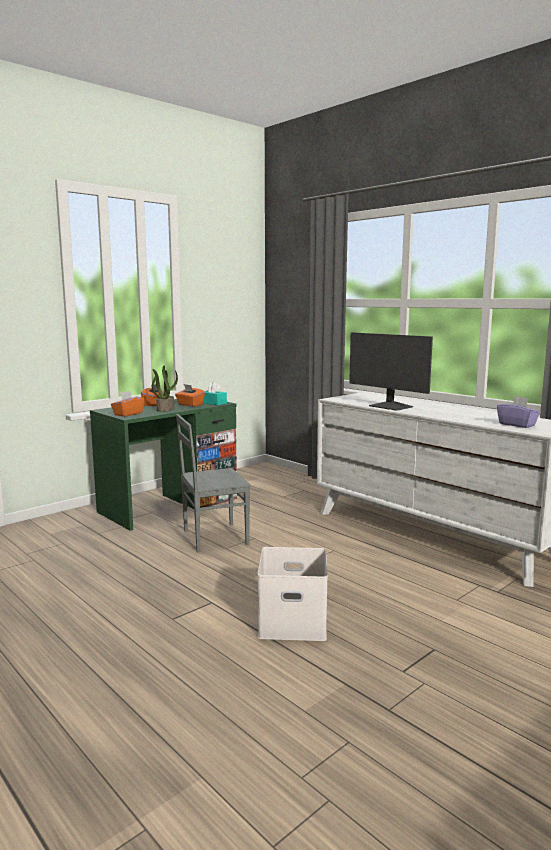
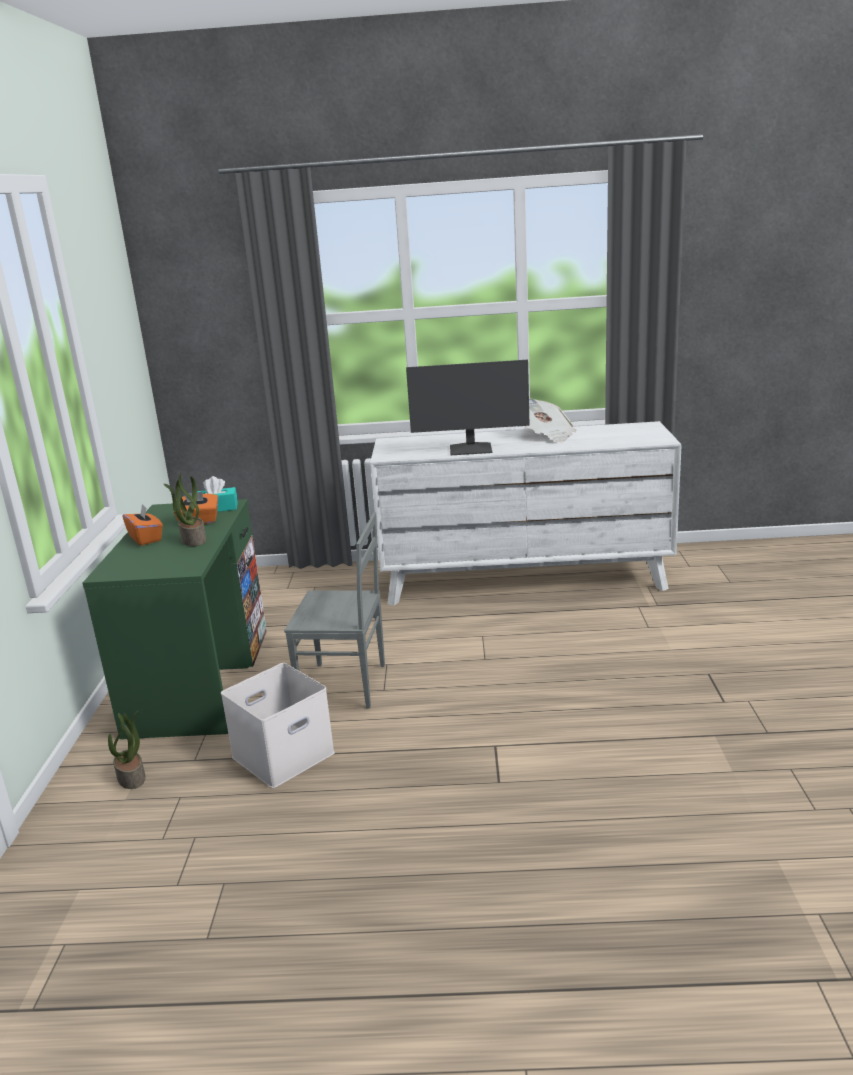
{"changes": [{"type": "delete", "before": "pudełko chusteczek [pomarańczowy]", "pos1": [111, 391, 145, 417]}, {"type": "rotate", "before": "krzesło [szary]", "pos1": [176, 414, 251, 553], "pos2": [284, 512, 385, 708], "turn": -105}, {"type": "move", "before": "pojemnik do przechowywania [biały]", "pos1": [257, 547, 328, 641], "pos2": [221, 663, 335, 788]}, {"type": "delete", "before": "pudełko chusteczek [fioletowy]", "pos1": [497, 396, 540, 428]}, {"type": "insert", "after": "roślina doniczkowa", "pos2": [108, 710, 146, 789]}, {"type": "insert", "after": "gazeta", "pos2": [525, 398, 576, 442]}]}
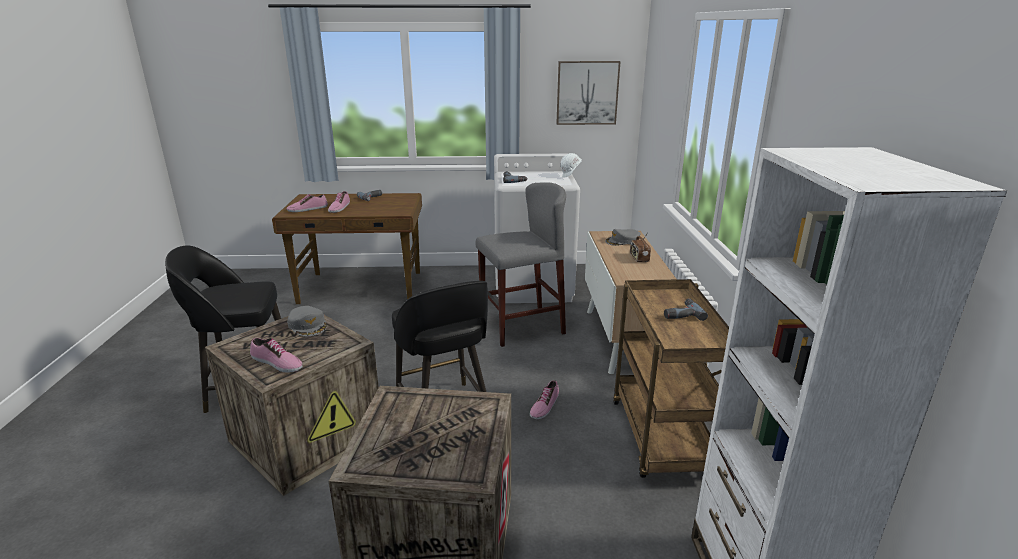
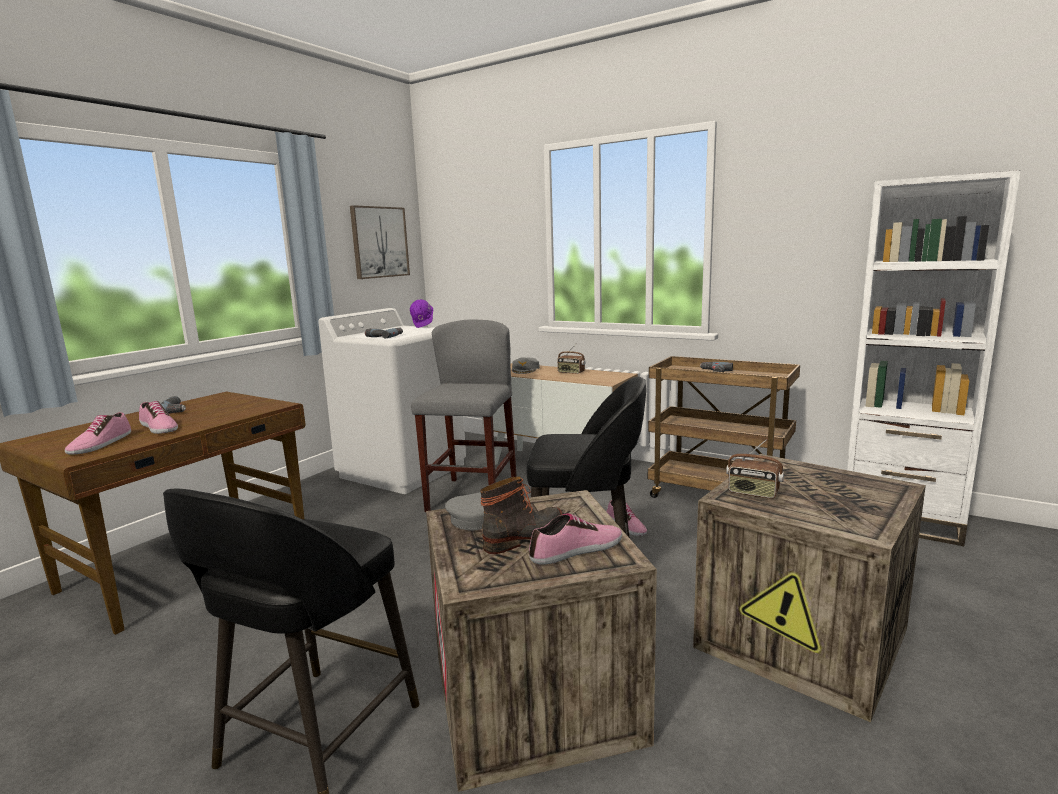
{"changes": [{"type": "recolor", "before": "kask [biały]", "after": "kask [fioletowy]", "pos1": [561, 153, 582, 178], "pos2": [410, 299, 433, 328]}, {"type": "insert", "after": "but z cholewką", "pos2": [480, 476, 562, 554]}, {"type": "insert", "after": "radio", "pos2": [726, 439, 784, 499]}]}
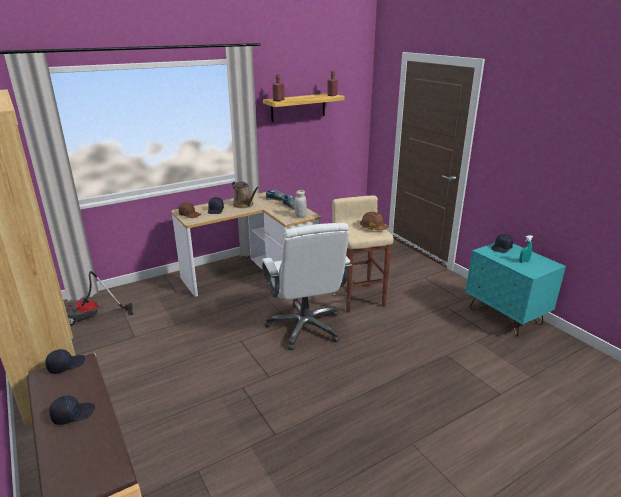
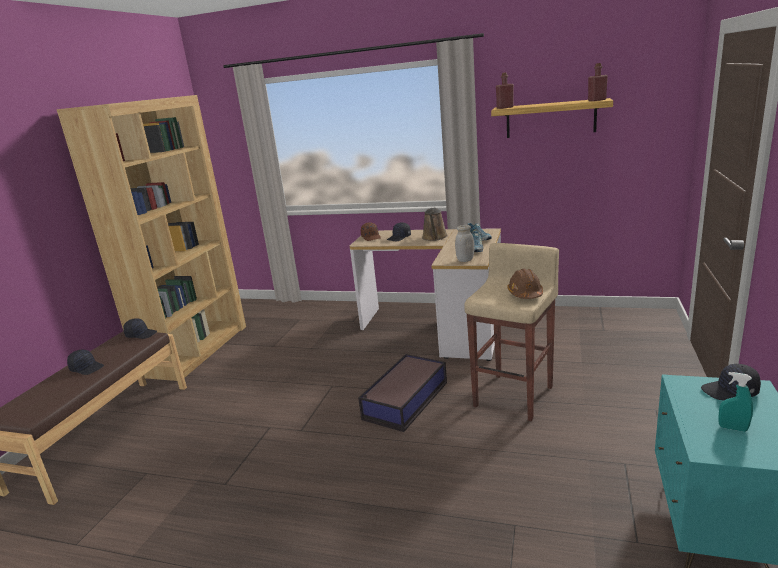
{"changes": [{"type": "delete", "before": "odkurzacz", "pos1": [65, 271, 133, 326]}, {"type": "replace", "before": "krzesło biurowe [biały]", "after": "pojemnik do przechowywania", "pos1": [262, 223, 352, 350], "pos2": [358, 354, 447, 432]}]}
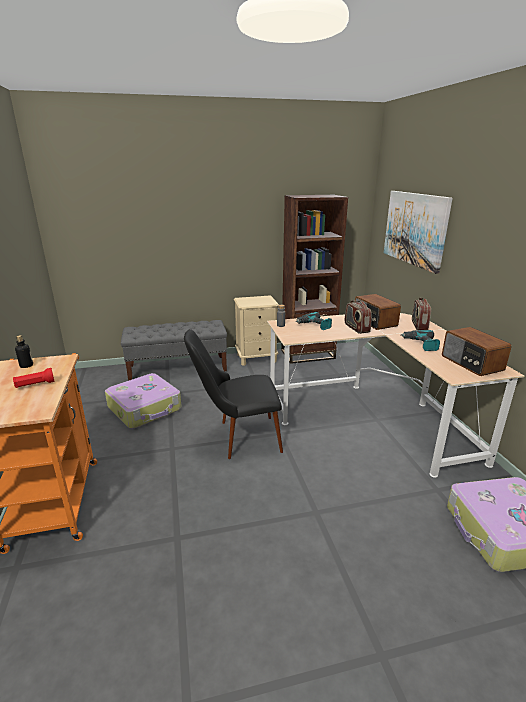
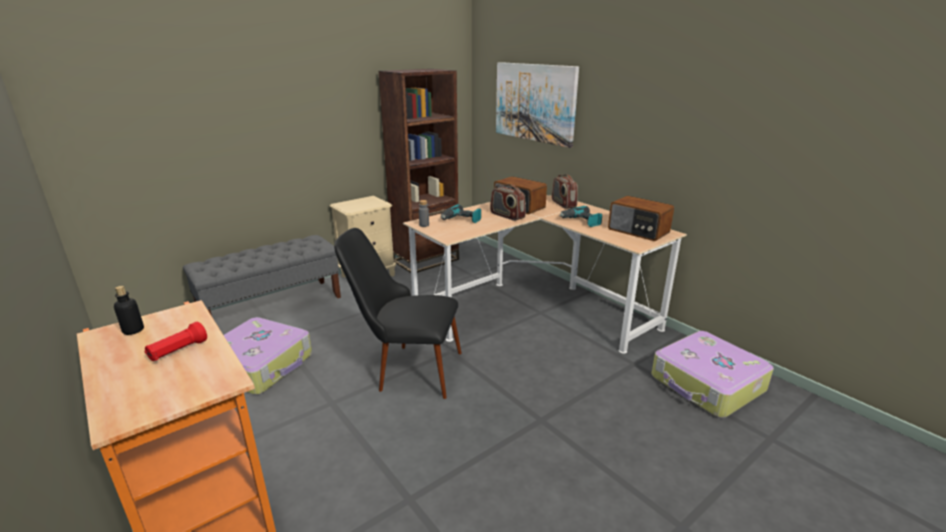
{"changes": [{"type": "rotate", "before": "krzesło [czarny]", "pos1": [184, 329, 283, 459], "pos2": [334, 228, 462, 399], "turn": 45}]}
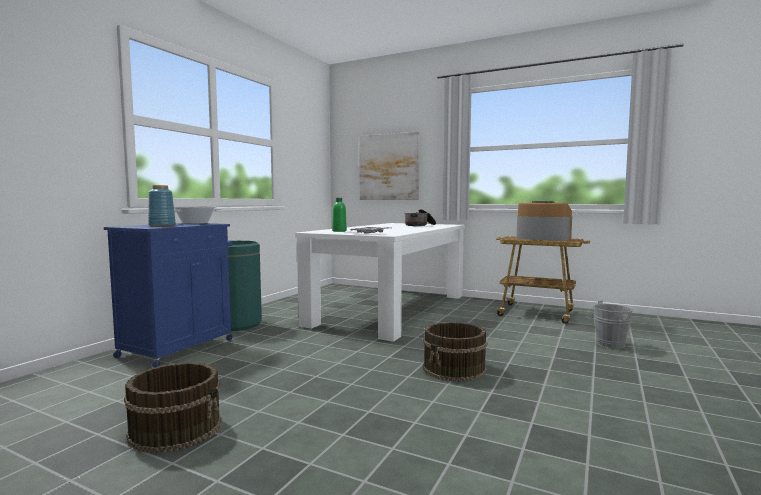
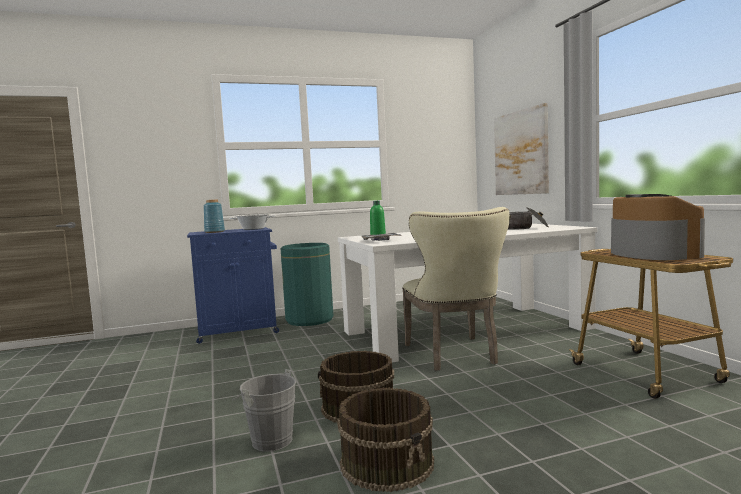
{"changes": [{"type": "move", "before": "wiadro [brązowy]", "pos1": [124, 362, 221, 453], "pos2": [337, 388, 434, 492]}, {"type": "move", "before": "wiadro [szary]", "pos1": [586, 300, 633, 349], "pos2": [233, 369, 296, 452]}, {"type": "insert", "after": "krzesło [beżowy]", "pos2": [402, 207, 510, 371]}]}
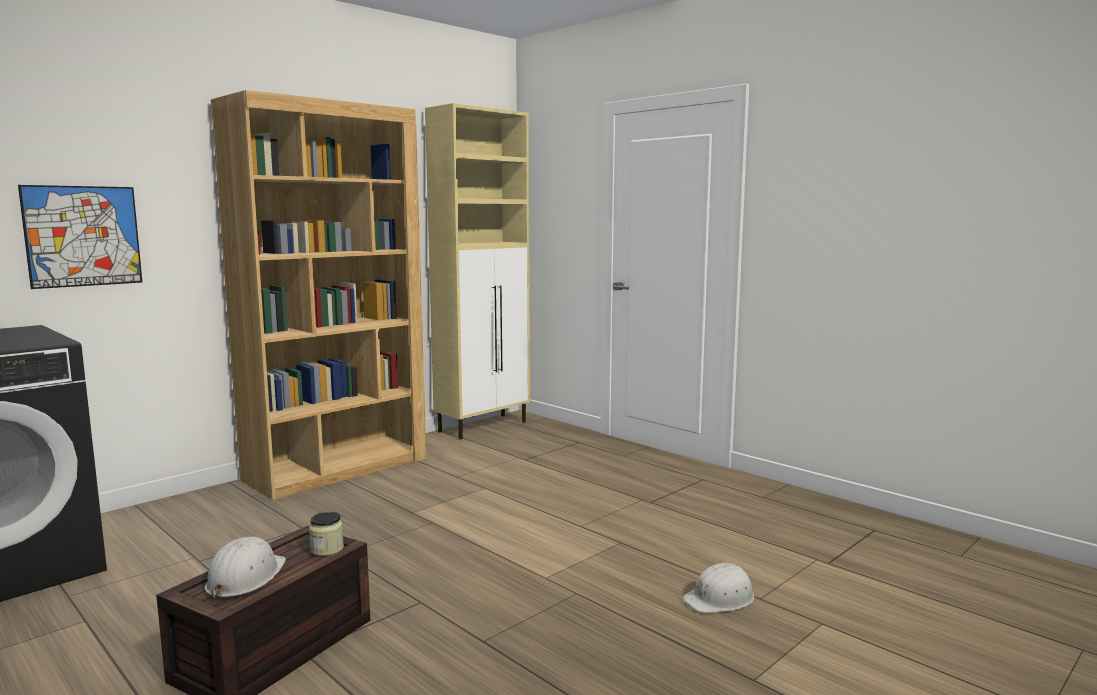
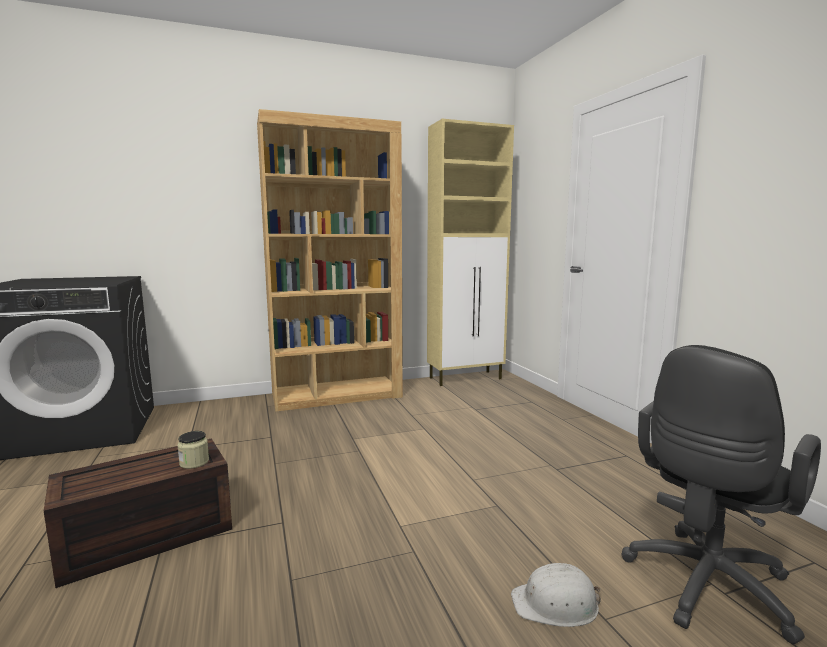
{"changes": [{"type": "delete", "before": "obraz", "pos1": [18, 185, 143, 289]}, {"type": "delete", "before": "kask [biały]", "pos1": [205, 537, 286, 600]}, {"type": "insert", "after": "krzesło biurowe [czarny]", "pos2": [621, 345, 821, 644]}]}
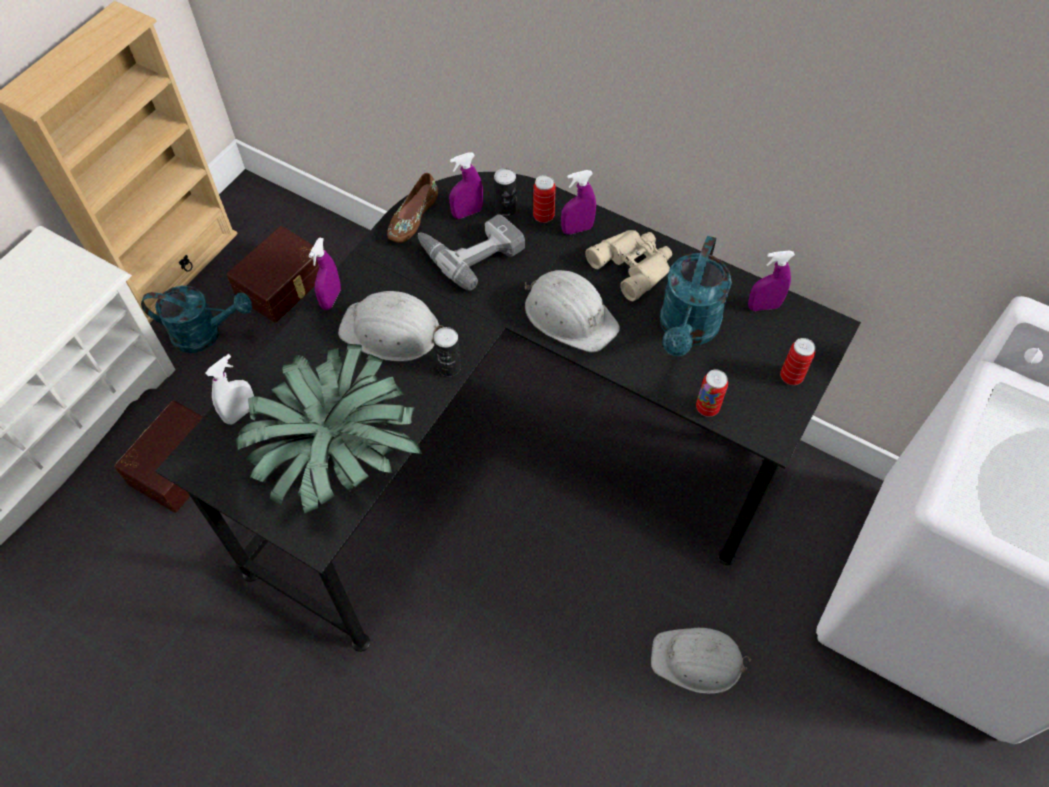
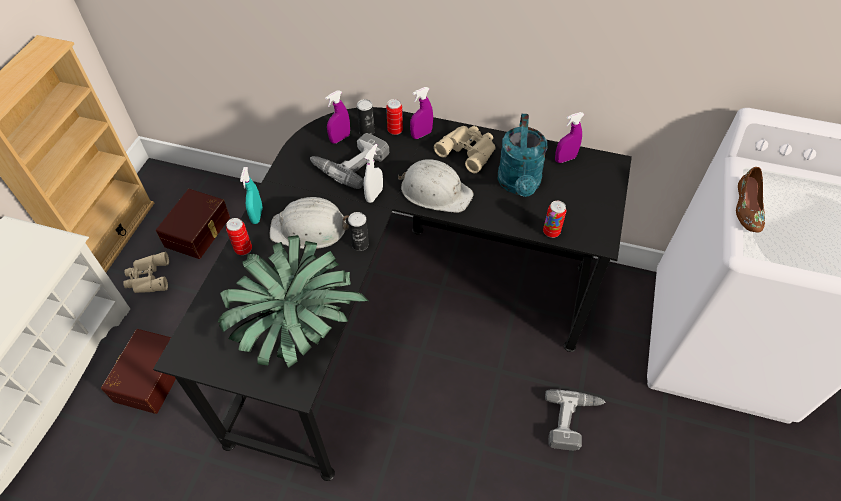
{"changes": [{"type": "replace", "before": "konewka [turkusowy]", "after": "lornetka [beżowy]", "pos1": [141, 286, 252, 353], "pos2": [123, 252, 169, 293]}, {"type": "move", "before": "spryskiwacz [biały]", "pos1": [205, 354, 254, 424], "pos2": [364, 144, 383, 203]}, {"type": "recolor", "before": "spryskiwacz [fioletowy]", "after": "spryskiwacz [turkusowy]", "pos1": [309, 237, 341, 310], "pos2": [240, 167, 263, 224]}, {"type": "move", "before": "but [brązowy]", "pos1": [387, 173, 438, 243], "pos2": [736, 167, 765, 233]}, {"type": "replace", "before": "kask [biały]", "after": "wiertarka", "pos1": [651, 628, 751, 694], "pos2": [545, 389, 605, 450]}, {"type": "move", "before": "puszka", "pos1": [780, 338, 815, 385], "pos2": [226, 218, 252, 255]}]}
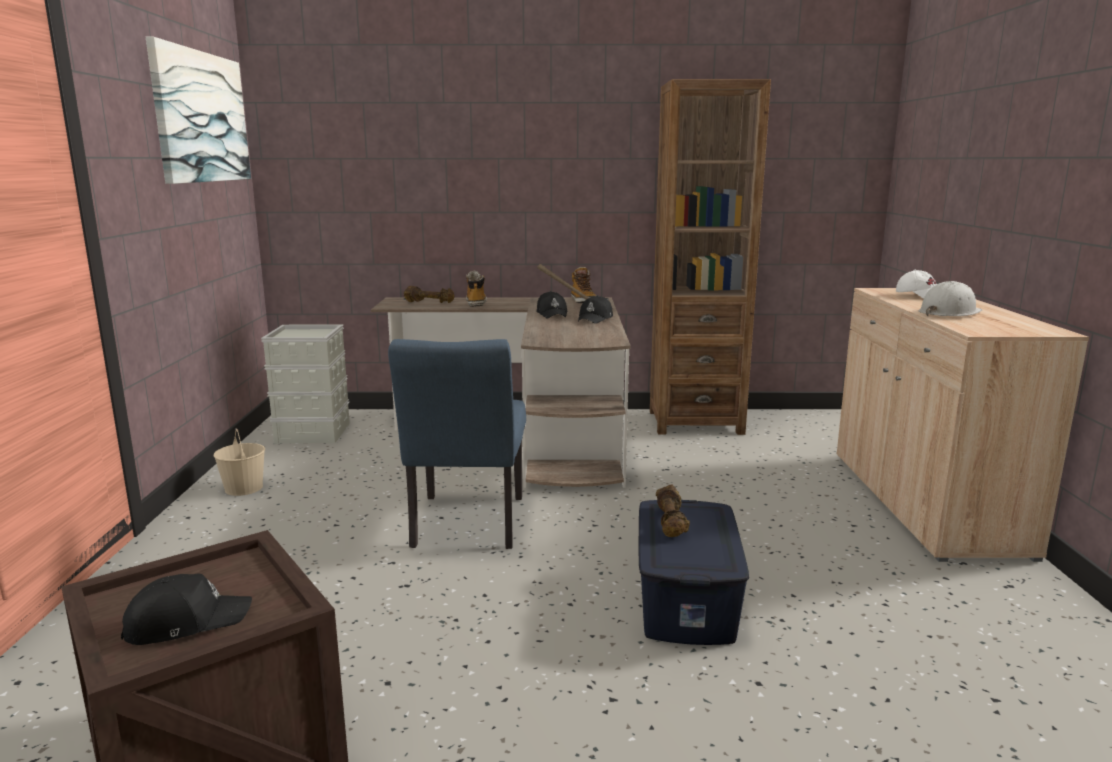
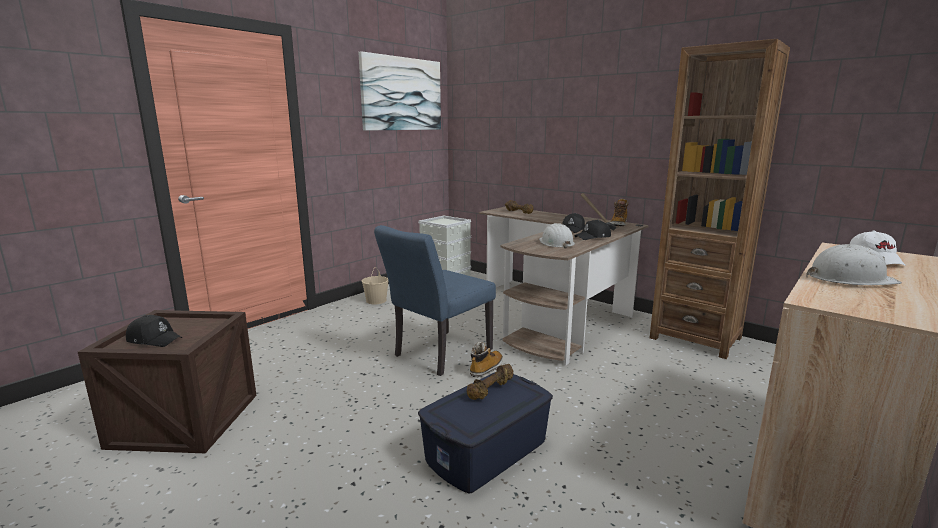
{"changes": [{"type": "move", "before": "but z cholewką", "pos1": [466, 271, 487, 307], "pos2": [470, 342, 503, 378]}, {"type": "insert", "after": "kask [biały]", "pos2": [539, 223, 575, 249]}]}
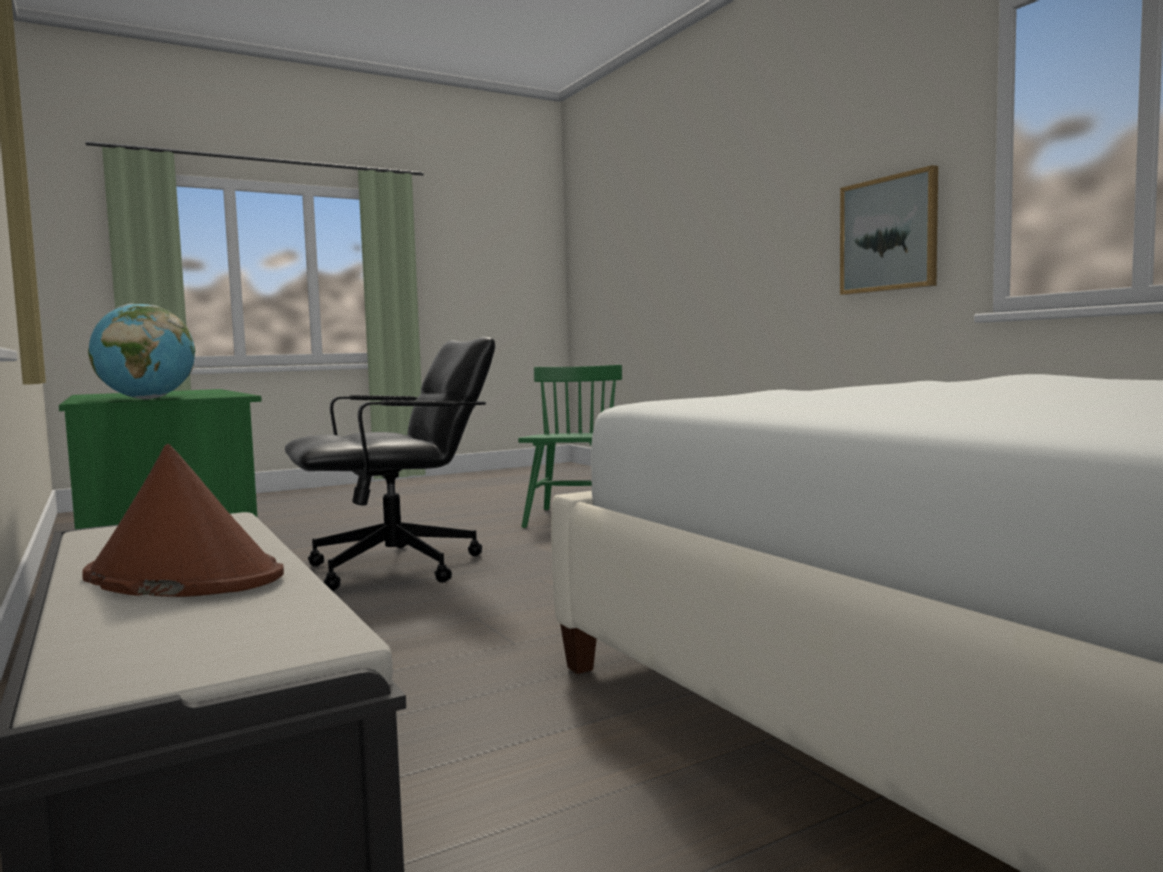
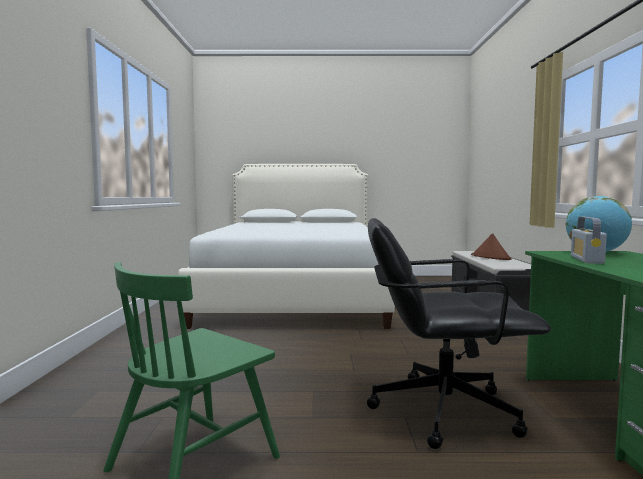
{"changes": [{"type": "delete", "before": "obraz", "pos1": [840, 165, 938, 295]}, {"type": "insert", "after": "radio", "pos2": [571, 217, 607, 264]}]}
